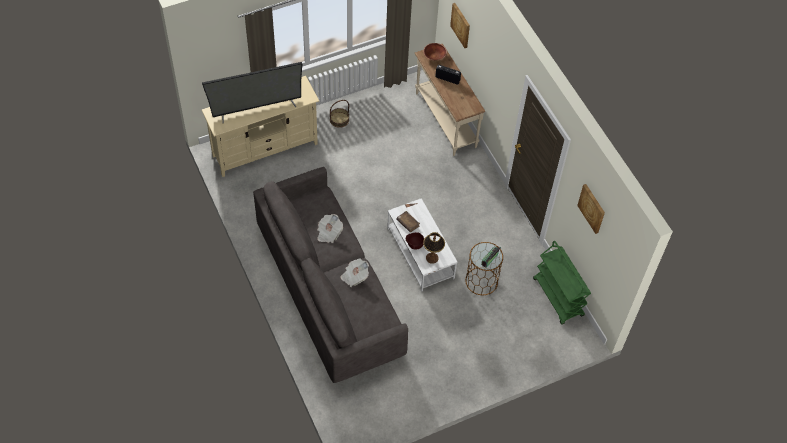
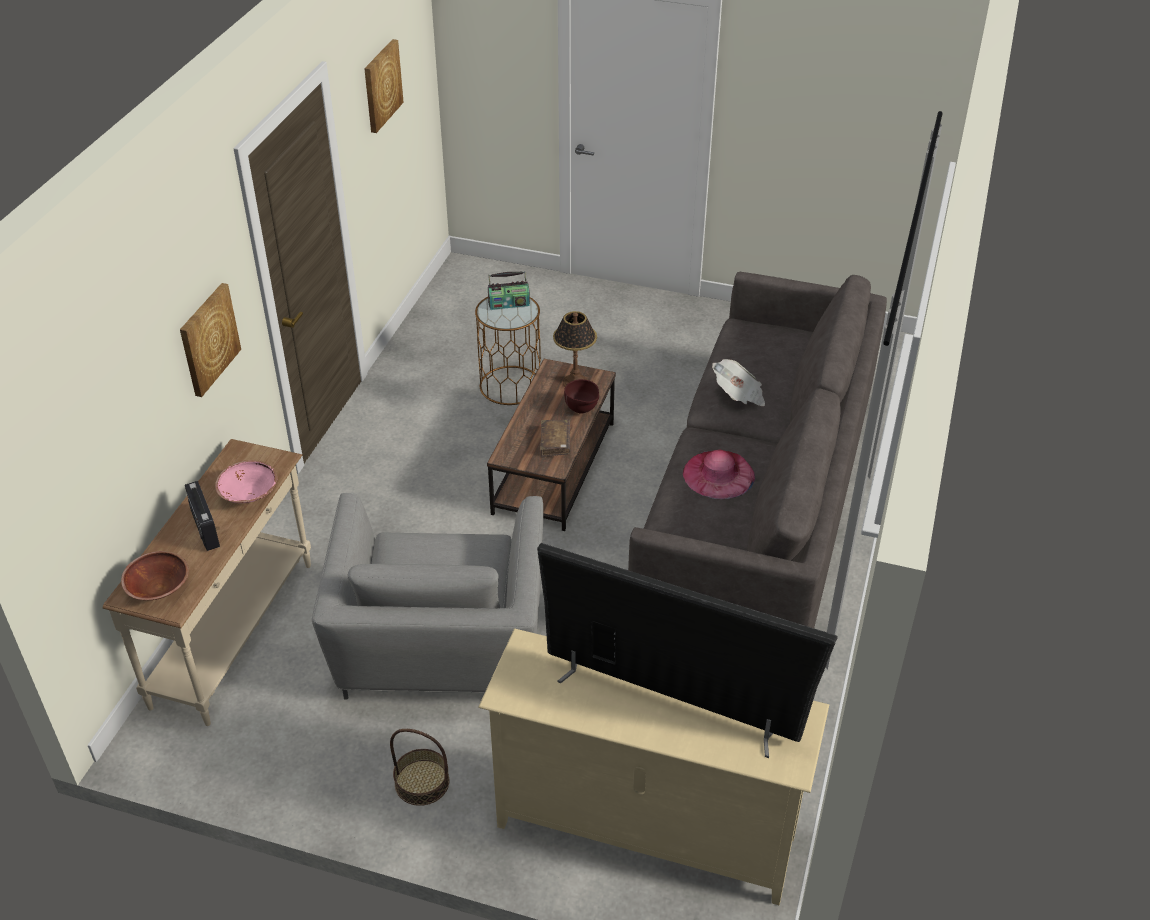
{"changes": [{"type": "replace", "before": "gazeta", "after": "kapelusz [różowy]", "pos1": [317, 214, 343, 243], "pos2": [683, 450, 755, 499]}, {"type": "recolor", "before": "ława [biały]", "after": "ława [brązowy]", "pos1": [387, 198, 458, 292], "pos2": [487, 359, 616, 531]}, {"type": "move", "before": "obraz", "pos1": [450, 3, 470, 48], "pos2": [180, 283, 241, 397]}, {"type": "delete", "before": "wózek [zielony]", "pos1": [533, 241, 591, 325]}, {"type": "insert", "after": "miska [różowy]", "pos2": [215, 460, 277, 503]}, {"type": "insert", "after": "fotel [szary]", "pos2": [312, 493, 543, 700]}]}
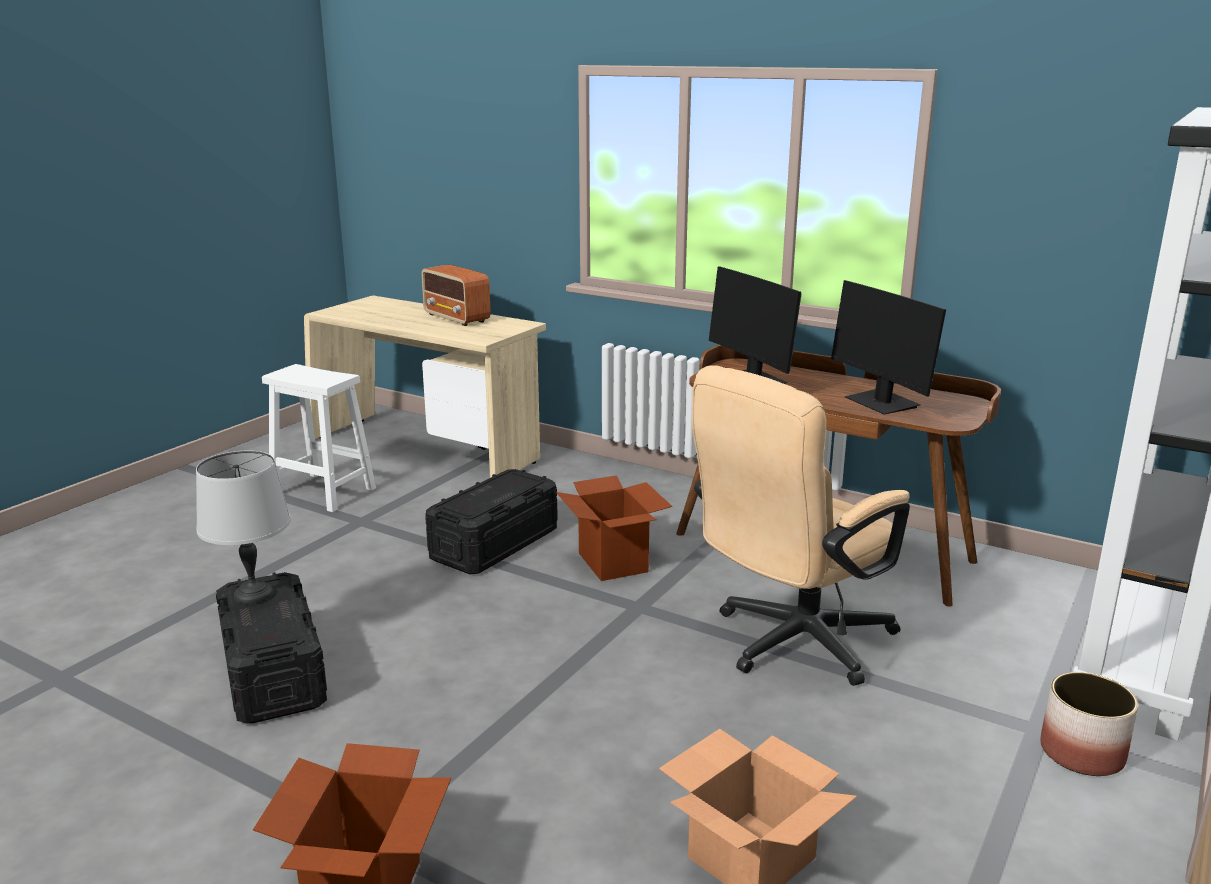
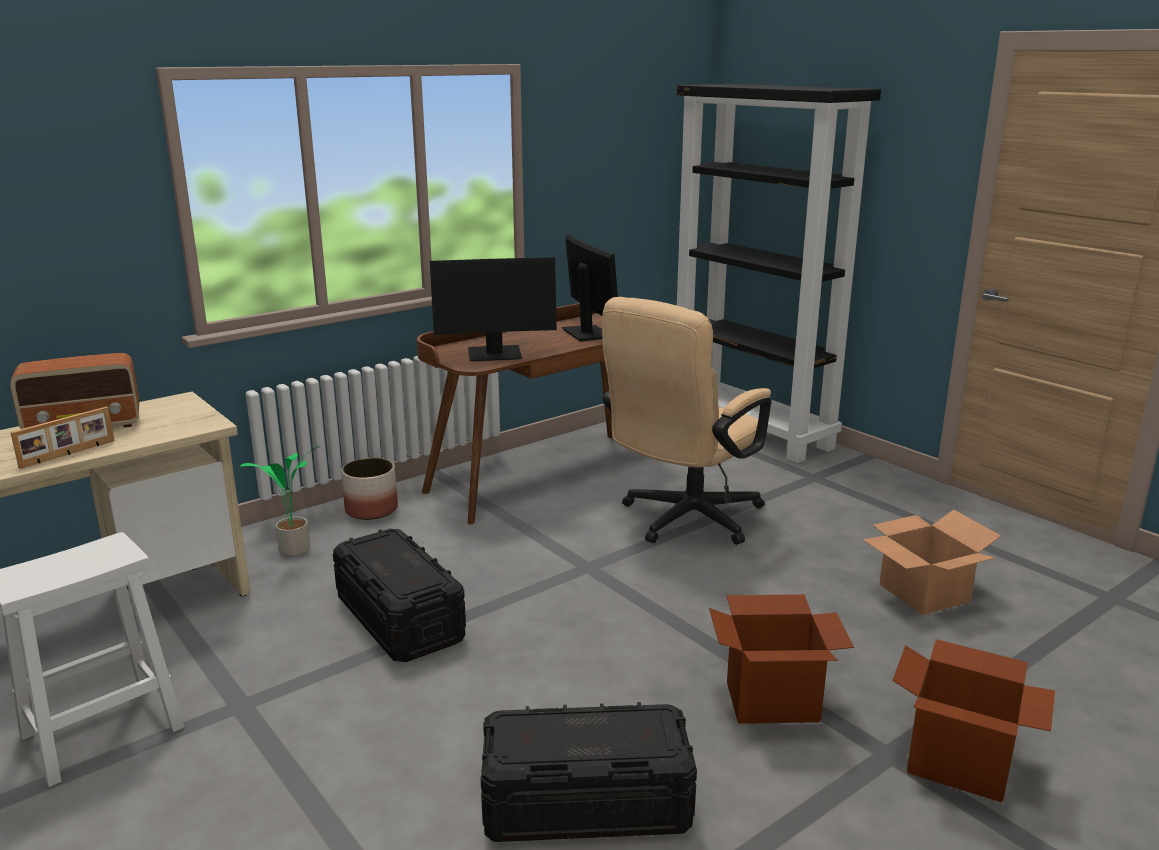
{"changes": [{"type": "delete", "before": "lampa stołowa [szary]", "pos1": [196, 451, 291, 604]}, {"type": "move", "before": "karton", "pos1": [556, 475, 672, 581], "pos2": [709, 594, 854, 724]}, {"type": "rotate", "before": "krzesło biurowe [beżowy]", "pos1": [692, 365, 910, 686], "pos2": [602, 297, 772, 545], "turn": 60}, {"type": "rotate", "before": "monitor", "pos1": [831, 280, 946, 414], "pos2": [562, 234, 618, 342], "turn": -105}, {"type": "move", "before": "donica", "pos1": [1040, 672, 1138, 776], "pos2": [341, 458, 398, 520]}, {"type": "insert", "after": "ramka na zdjęcie", "pos2": [10, 406, 115, 469]}, {"type": "insert", "after": "roślina doniczkowa", "pos2": [240, 446, 321, 556]}]}
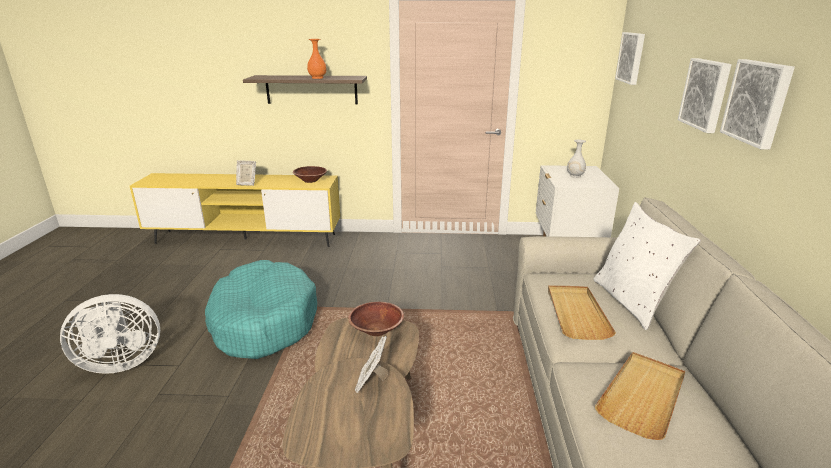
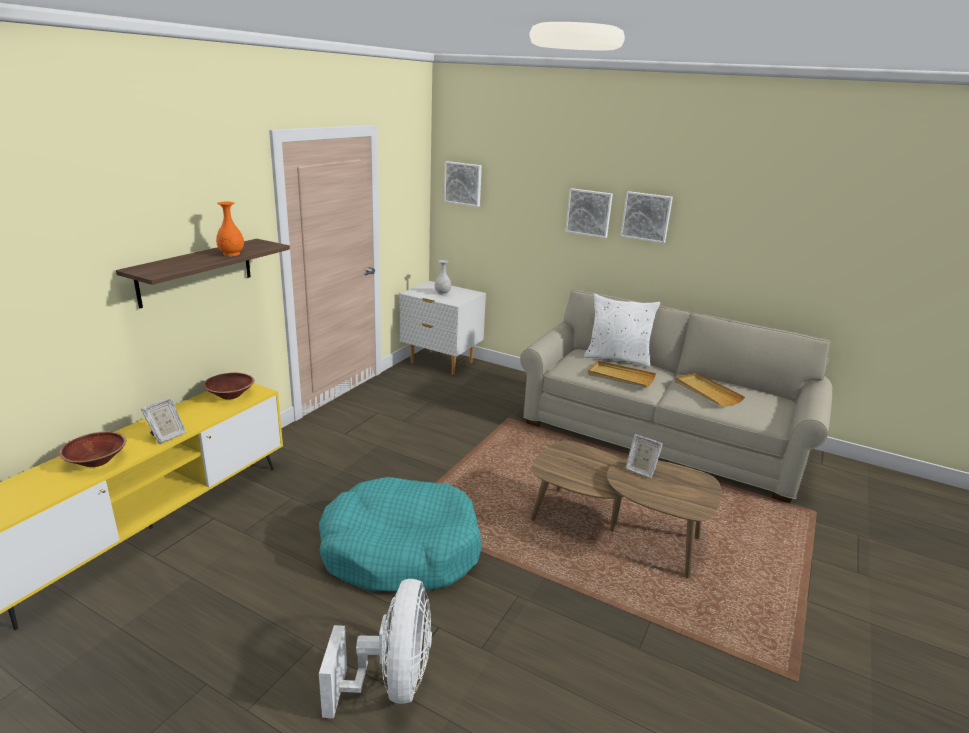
{"changes": [{"type": "move", "before": "miska [brązowy]", "pos1": [348, 302, 404, 336], "pos2": [59, 431, 126, 467]}]}
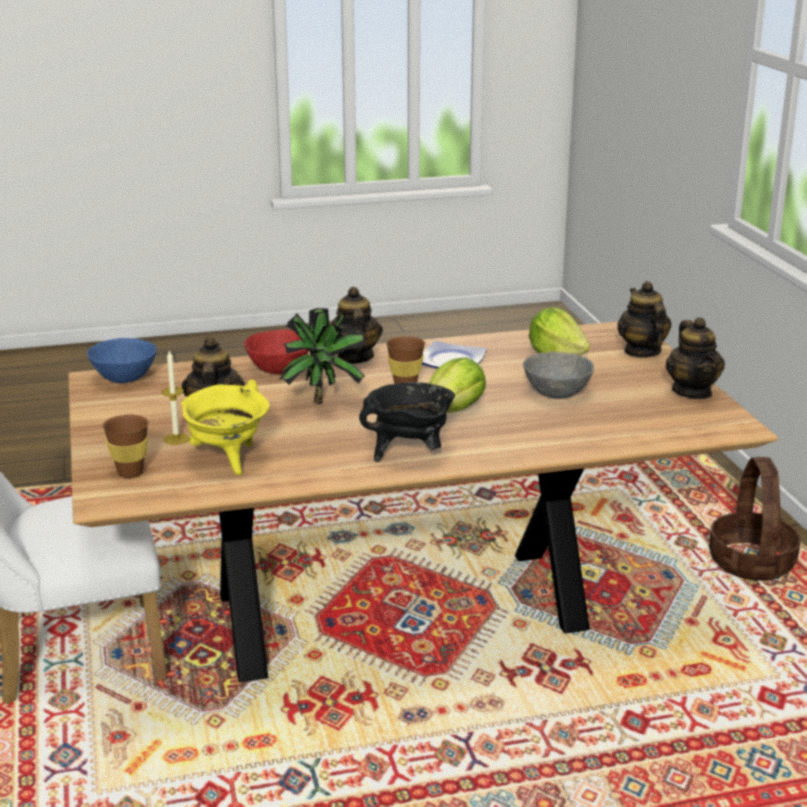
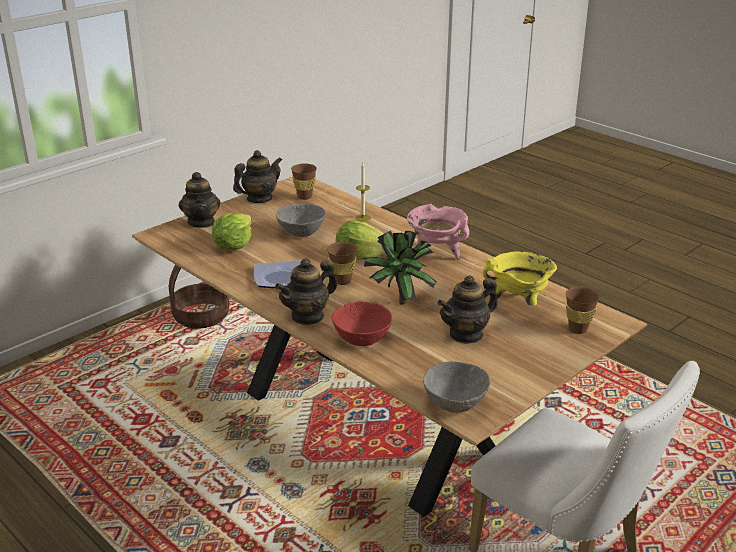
{"changes": [{"type": "recolor", "before": "miska [niebieski]", "after": "miska [szary]", "pos1": [87, 338, 157, 383], "pos2": [423, 361, 490, 413]}, {"type": "move", "before": "świeca", "pos1": [162, 350, 189, 445], "pos2": [355, 162, 371, 221]}, {"type": "recolor", "before": "garnek [czarny]", "after": "garnek [różowy]", "pos1": [359, 382, 455, 462], "pos2": [407, 204, 469, 260]}, {"type": "rotate", "before": "imbryk", "pos1": [617, 281, 671, 358], "pos2": [179, 172, 221, 228], "turn": -60}, {"type": "insert", "after": "filiżanka [brązowy]", "pos2": [291, 164, 317, 200]}]}
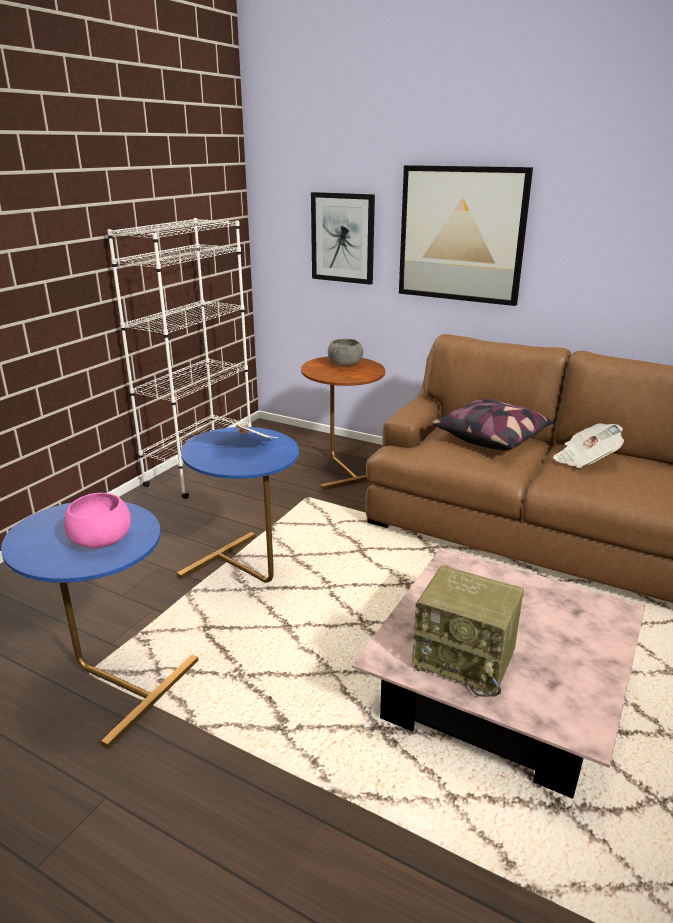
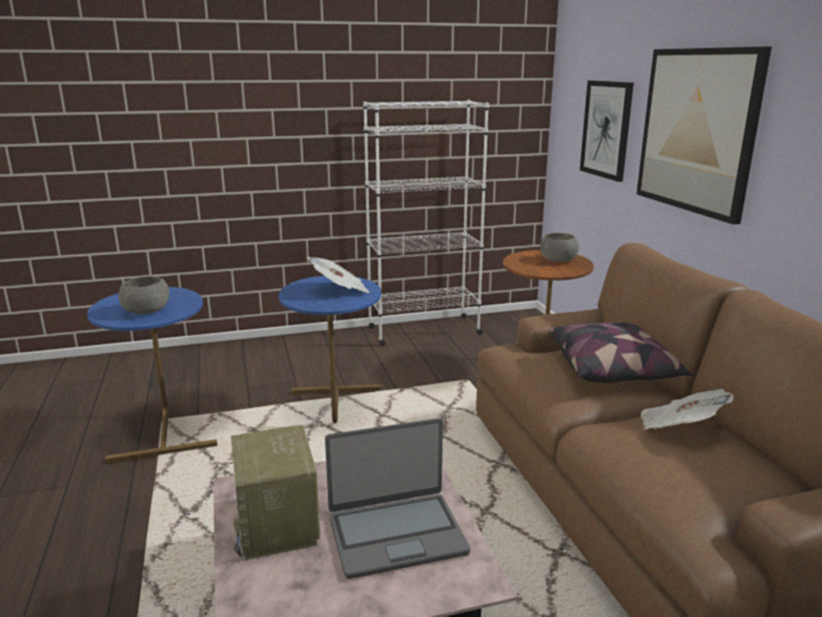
{"changes": [{"type": "recolor", "before": "miska [różowy]", "after": "miska [szary]", "pos1": [64, 493, 131, 548], "pos2": [118, 276, 169, 314]}, {"type": "insert", "after": "laptop", "pos2": [325, 418, 470, 579]}]}
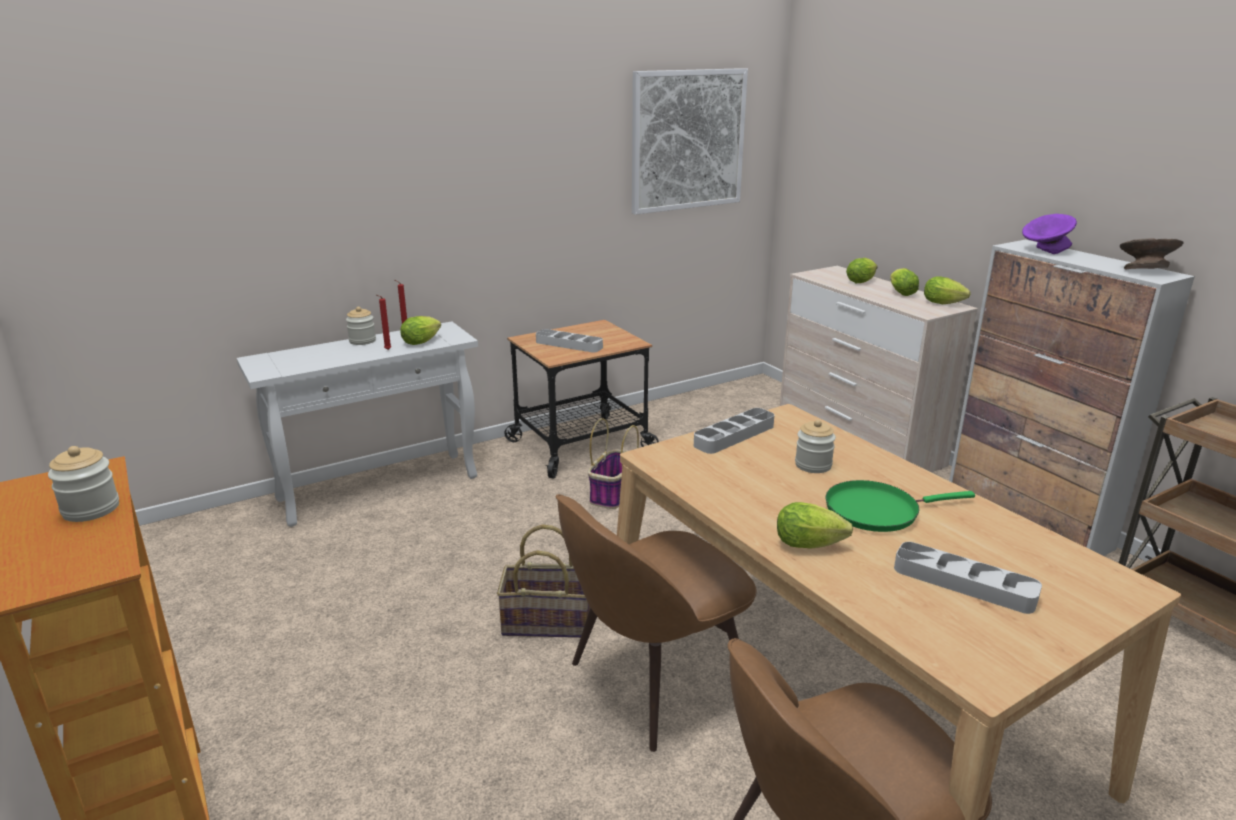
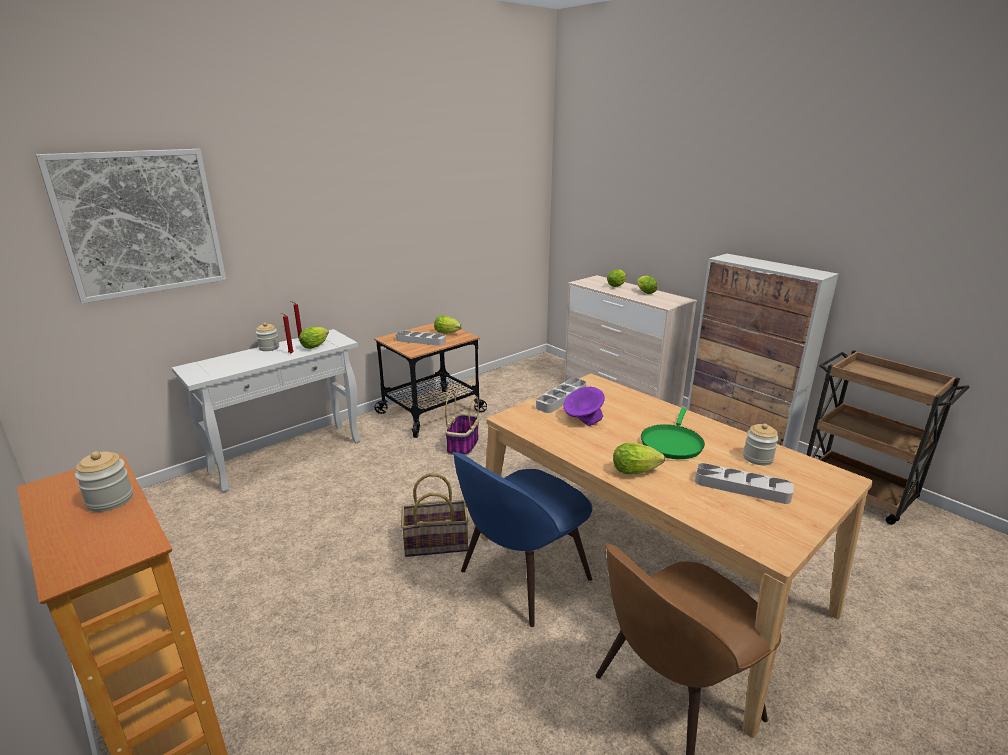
{"changes": [{"type": "recolor", "before": "krzesło [brązowy]", "after": "krzesło [niebieski]", "pos1": [556, 494, 757, 752], "pos2": [453, 452, 592, 627]}, {"type": "move", "before": "obraz", "pos1": [632, 68, 748, 215], "pos2": [35, 149, 226, 304]}, {"type": "move", "before": "słoik", "pos1": [795, 420, 836, 473], "pos2": [743, 423, 779, 465]}, {"type": "rotate", "before": "patelnia [zielony]", "pos1": [826, 480, 975, 532], "pos2": [641, 408, 705, 459], "turn": -45}, {"type": "move", "before": "sałata", "pos1": [924, 277, 971, 304], "pos2": [434, 316, 462, 334]}, {"type": "move", "before": "miska [fioletowy]", "pos1": [1022, 214, 1077, 254], "pos2": [564, 387, 605, 426]}, {"type": "delete", "before": "miska [szary]", "pos1": [1120, 238, 1183, 269]}]}
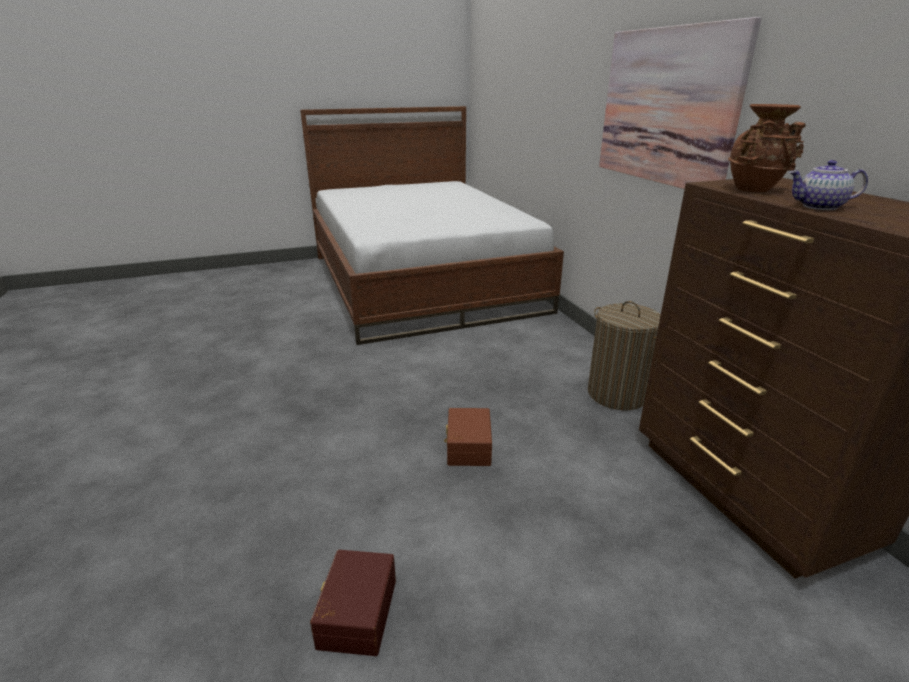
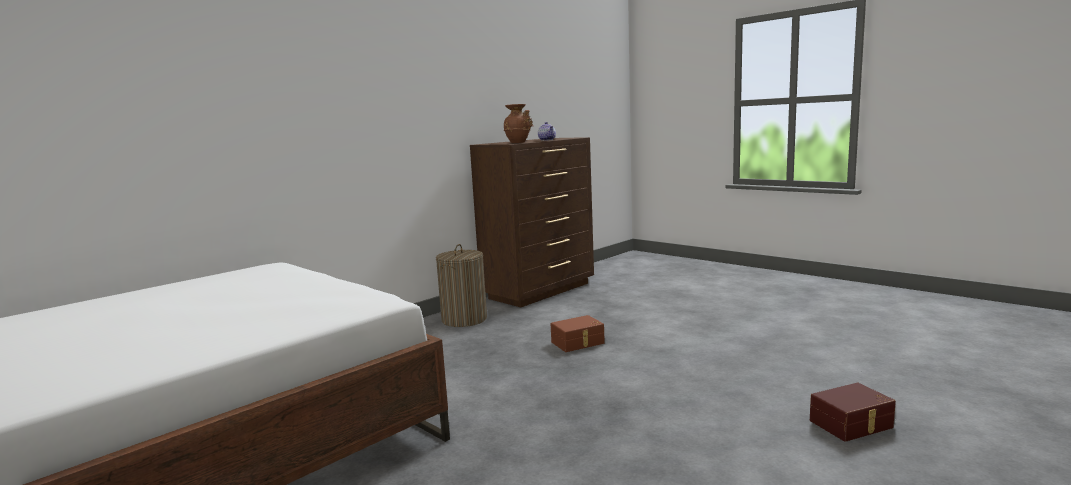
{"changes": [{"type": "move", "before": "pojemnik do przechowywania [brązowy]", "pos1": [310, 550, 396, 656], "pos2": [810, 383, 896, 442]}, {"type": "delete", "before": "obraz", "pos1": [599, 17, 762, 189]}]}
